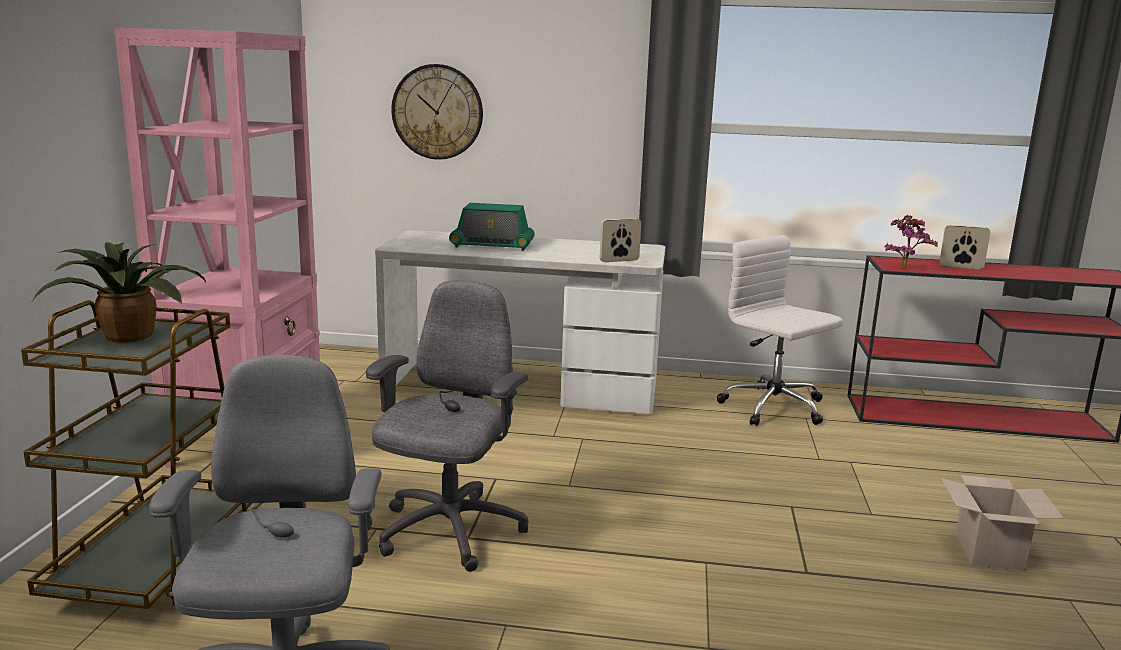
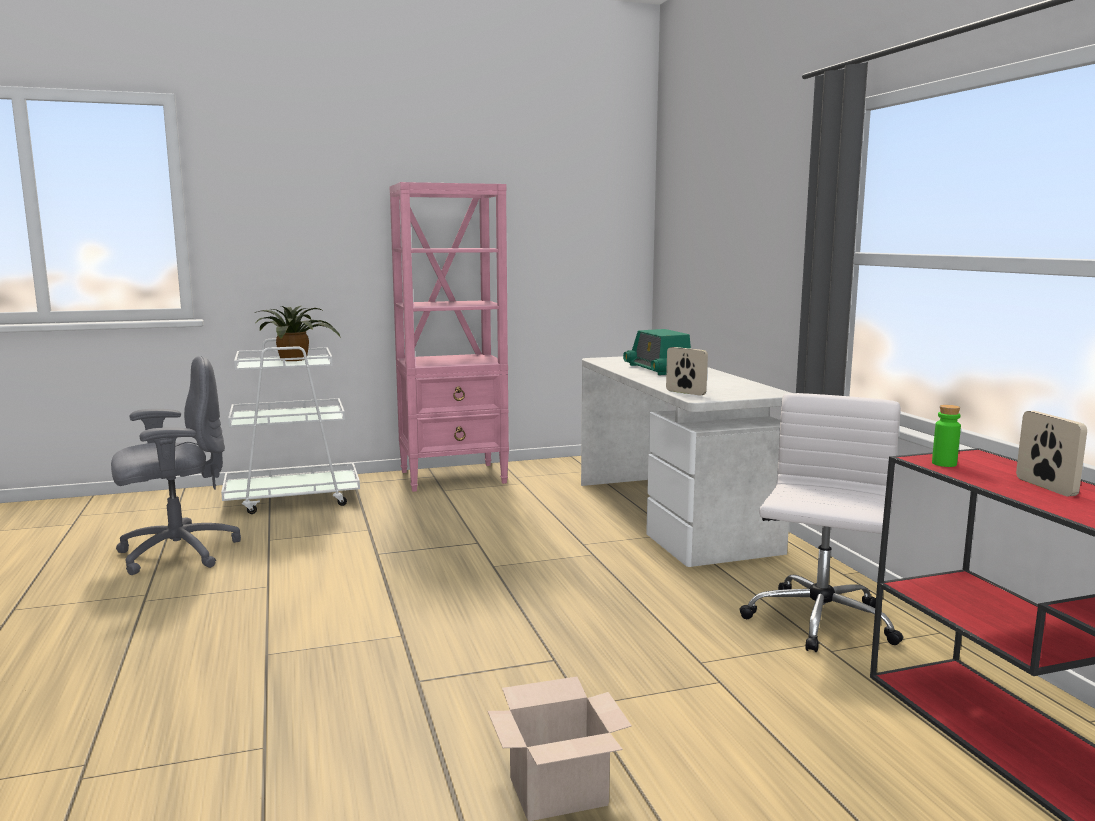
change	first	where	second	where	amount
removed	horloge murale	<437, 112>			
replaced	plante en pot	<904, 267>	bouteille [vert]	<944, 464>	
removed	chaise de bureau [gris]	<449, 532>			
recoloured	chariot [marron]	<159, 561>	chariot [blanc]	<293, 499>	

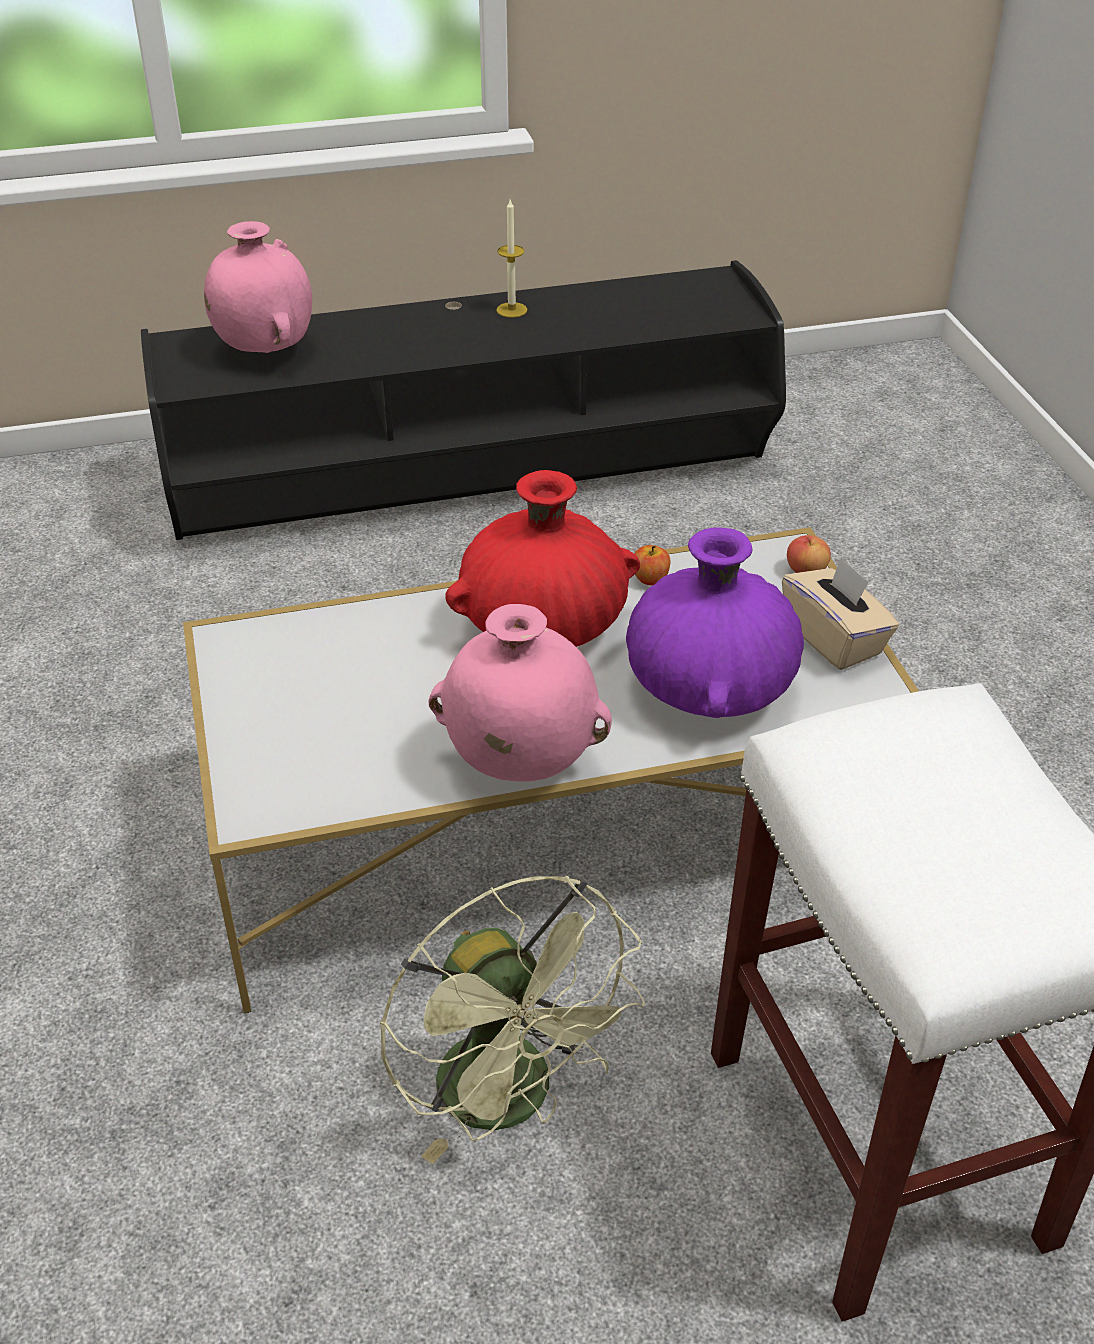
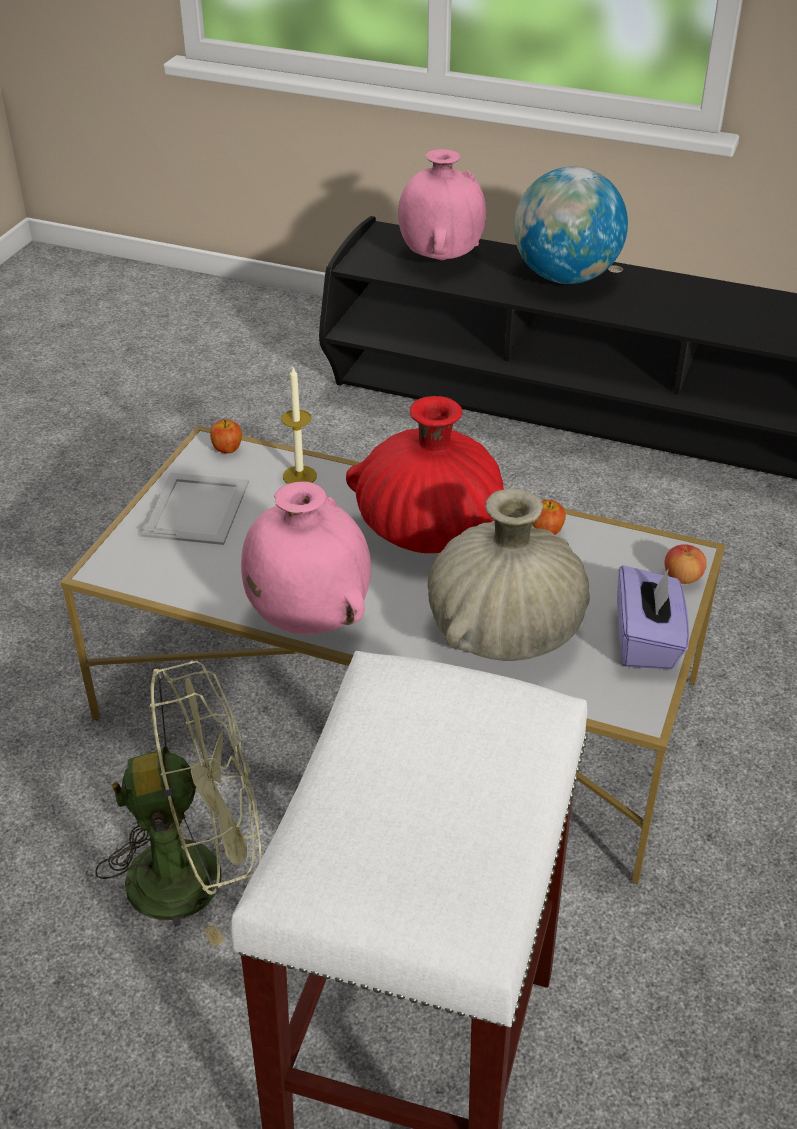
change	first	where	second	where	amount
moved	bougie	<511, 310>		<299, 476>	
recoloured	vase [violet]	<709, 688>	vase [beige]	<504, 631>	
recoloured	boîte à mouchoirs [beige]	<834, 639>	boîte à mouchoirs [violet]	<647, 641>	
turned	ventilateur [vert]	<512, 1100>		<197, 873>	105 degrees counterclockwise
added			globe	<565, 277>	
added			pomme	<227, 448>	
added			cadre photo	<197, 507>	

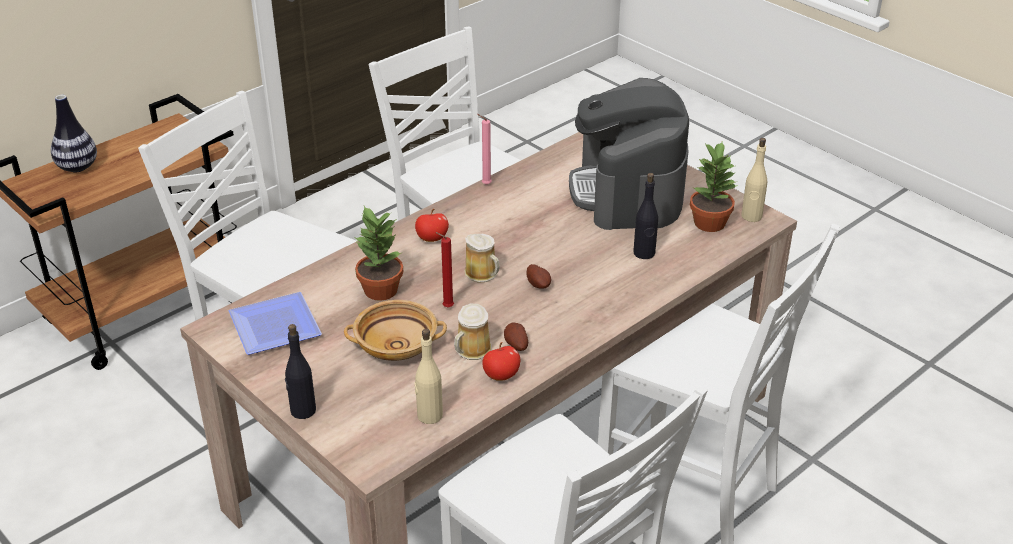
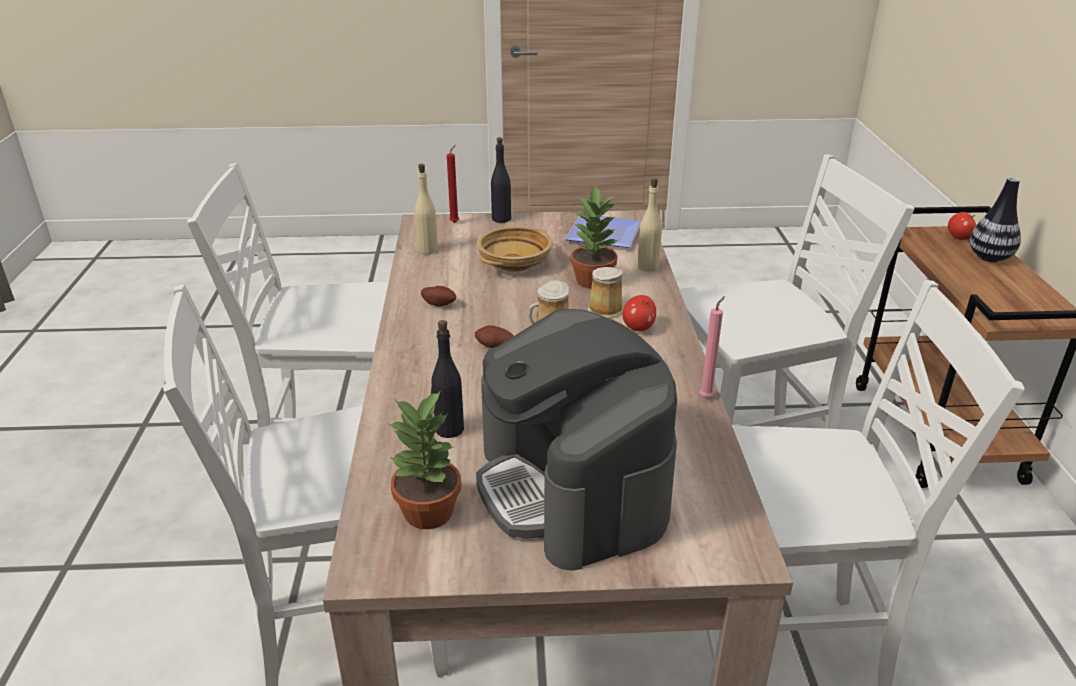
change	first	where	second	where	amount
turned	machine à café	<627, 192>		<572, 488>	150 degrees counterclockwise
moved	bouteille [beige]	<751, 216>		<647, 266>	
moved	bougie [rouge]	<446, 307>		<455, 222>	
moved	mug	<471, 350>		<605, 309>	
moved	pomme	<501, 376>		<959, 238>	

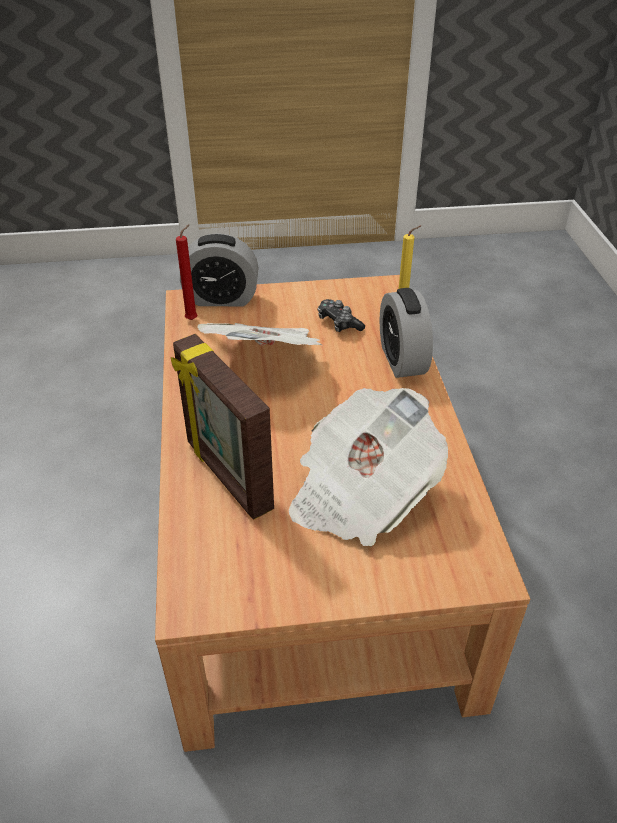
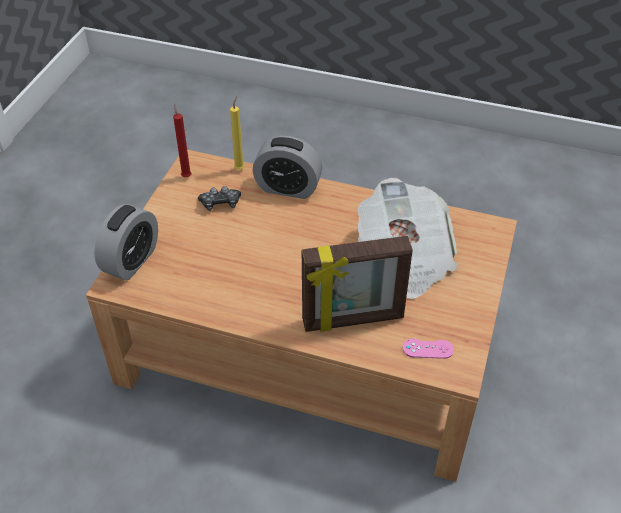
change	first	where	second	where	amount
moved	bougie [rouge]	<193, 319>		<186, 176>	
removed	journal	<266, 359>			
added			manette [rose]	<428, 349>	

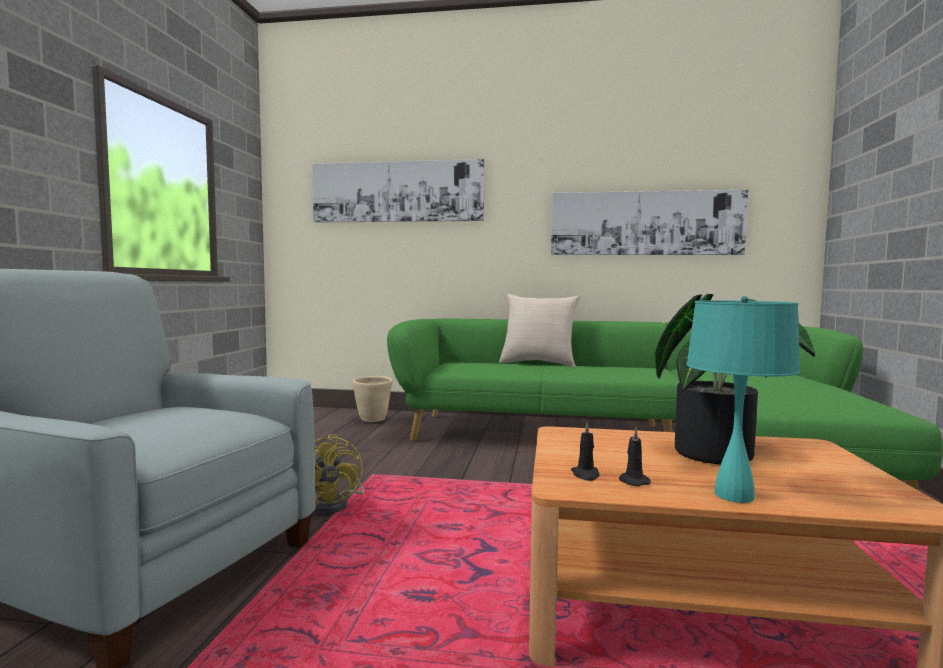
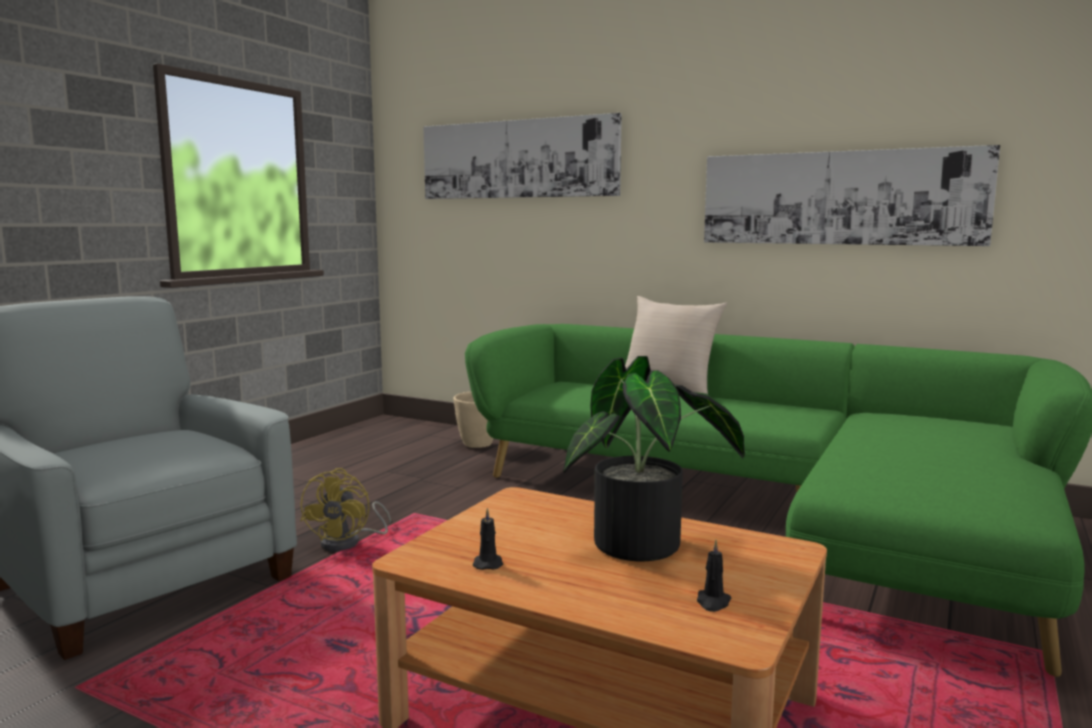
change	first	where	second	where	amount
removed	lampe de table [turquoise]	<733, 495>			
moved	bougie [noir]	<586, 475>		<713, 602>	

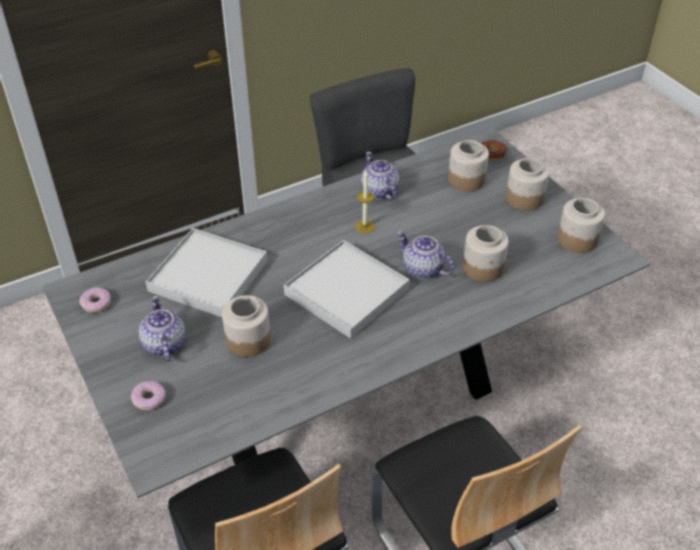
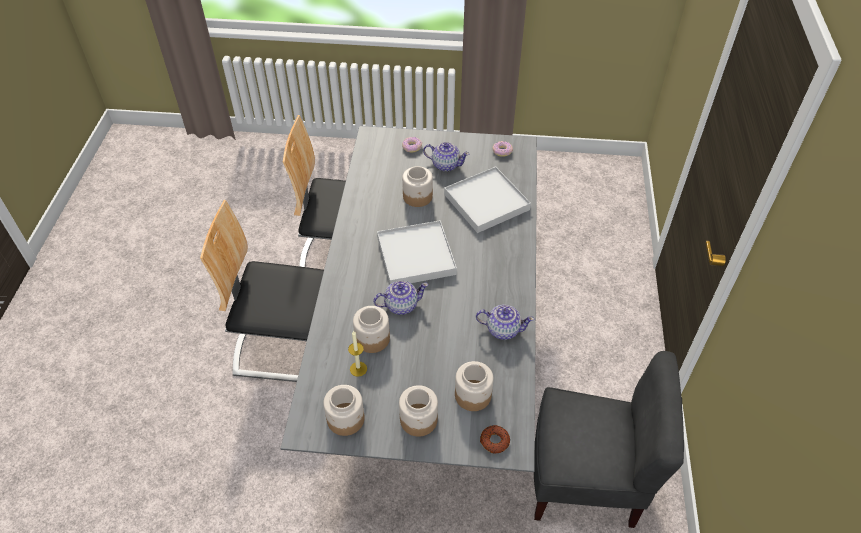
change	first	where	second	where	amount
moved	bougie	<364, 227>		<358, 369>	

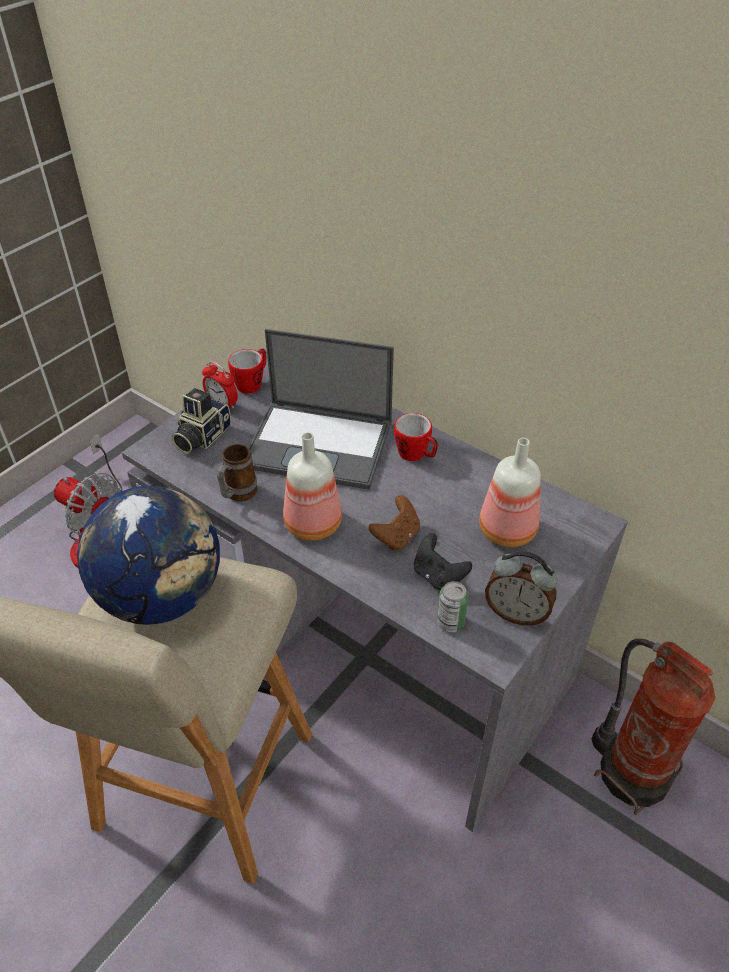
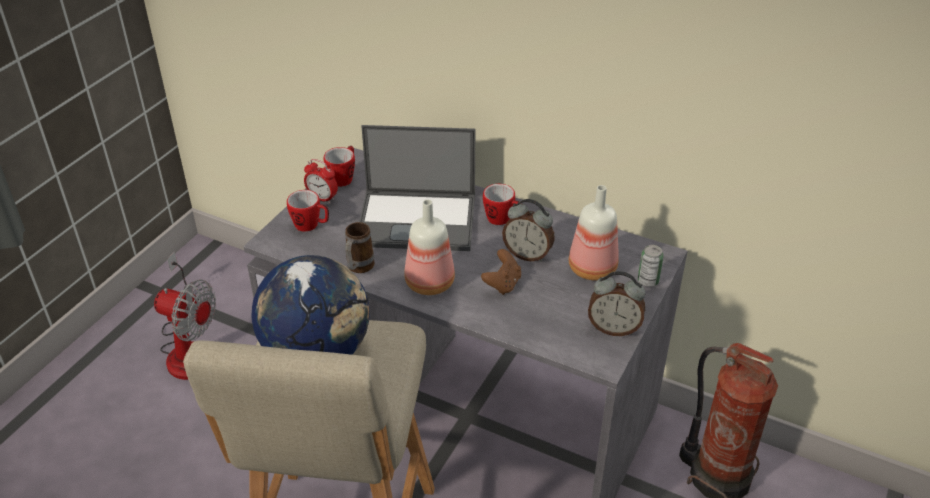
change	first	where	second	where	amount
replaced	appareil photo	<201, 436>	mug	<311, 225>	
removed	manette [noir]	<438, 576>			
moved	boîte métallique	<450, 622>		<648, 281>	
added			réveil	<527, 254>	

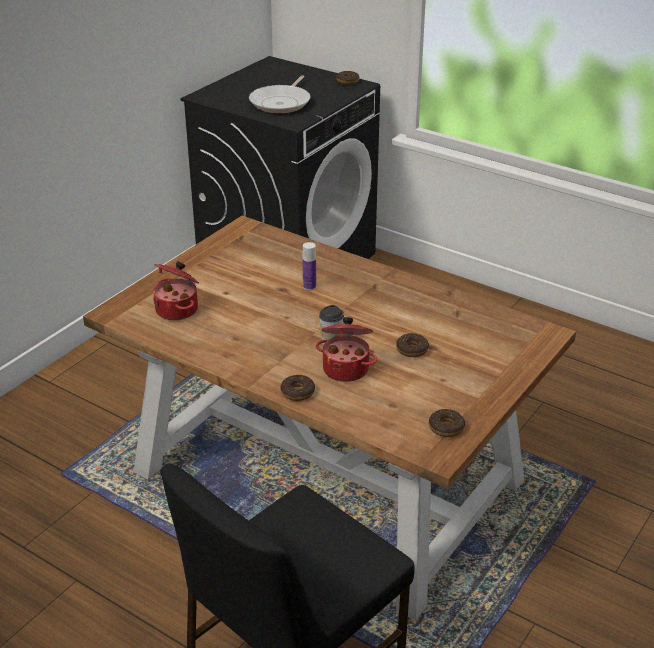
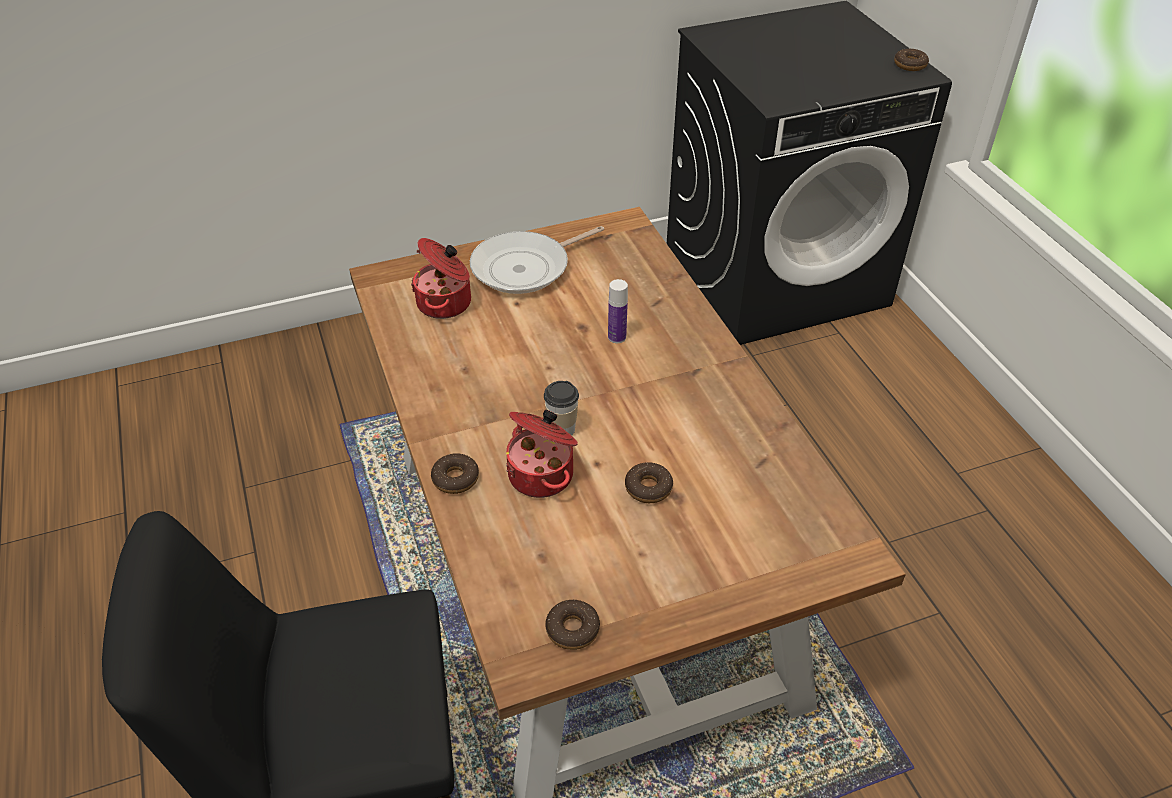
change	first	where	second	where	amount
moved	poêle	<282, 102>		<526, 268>	

